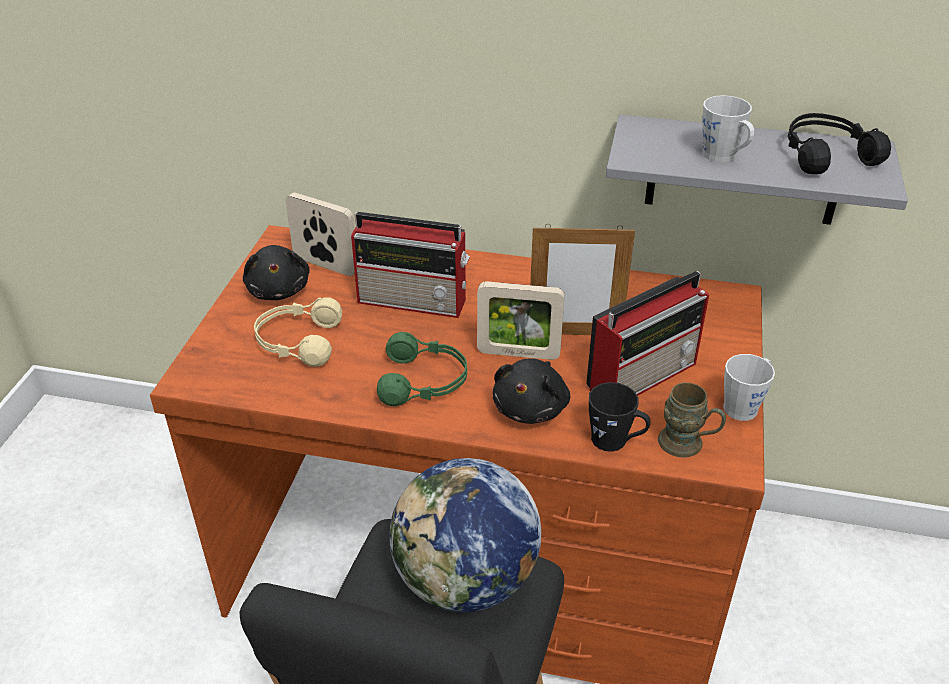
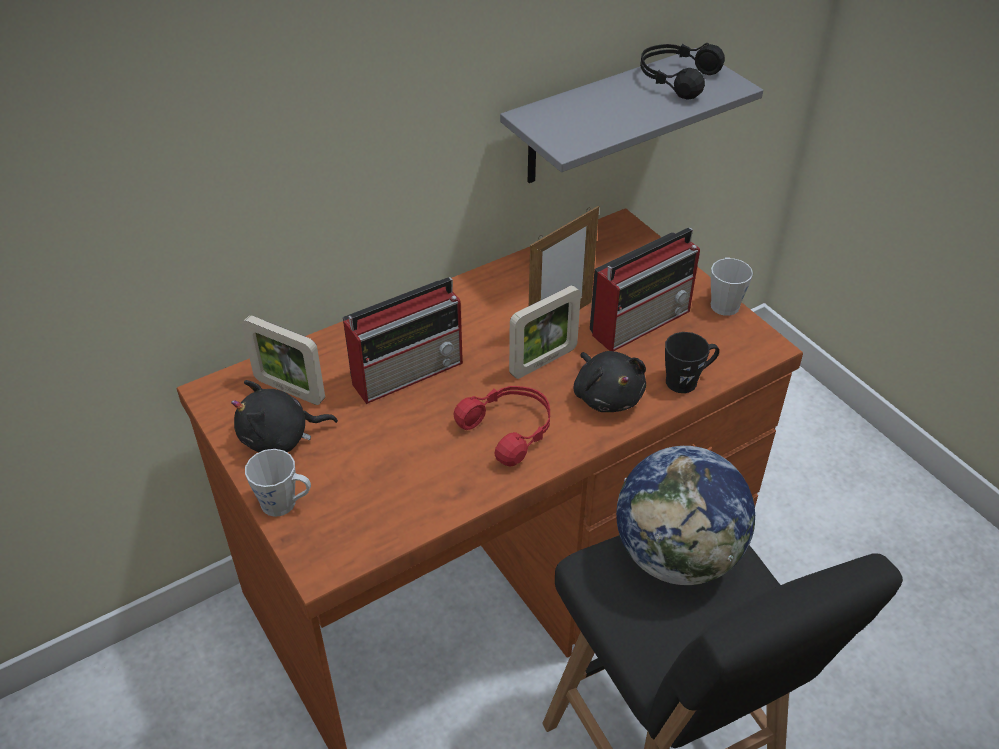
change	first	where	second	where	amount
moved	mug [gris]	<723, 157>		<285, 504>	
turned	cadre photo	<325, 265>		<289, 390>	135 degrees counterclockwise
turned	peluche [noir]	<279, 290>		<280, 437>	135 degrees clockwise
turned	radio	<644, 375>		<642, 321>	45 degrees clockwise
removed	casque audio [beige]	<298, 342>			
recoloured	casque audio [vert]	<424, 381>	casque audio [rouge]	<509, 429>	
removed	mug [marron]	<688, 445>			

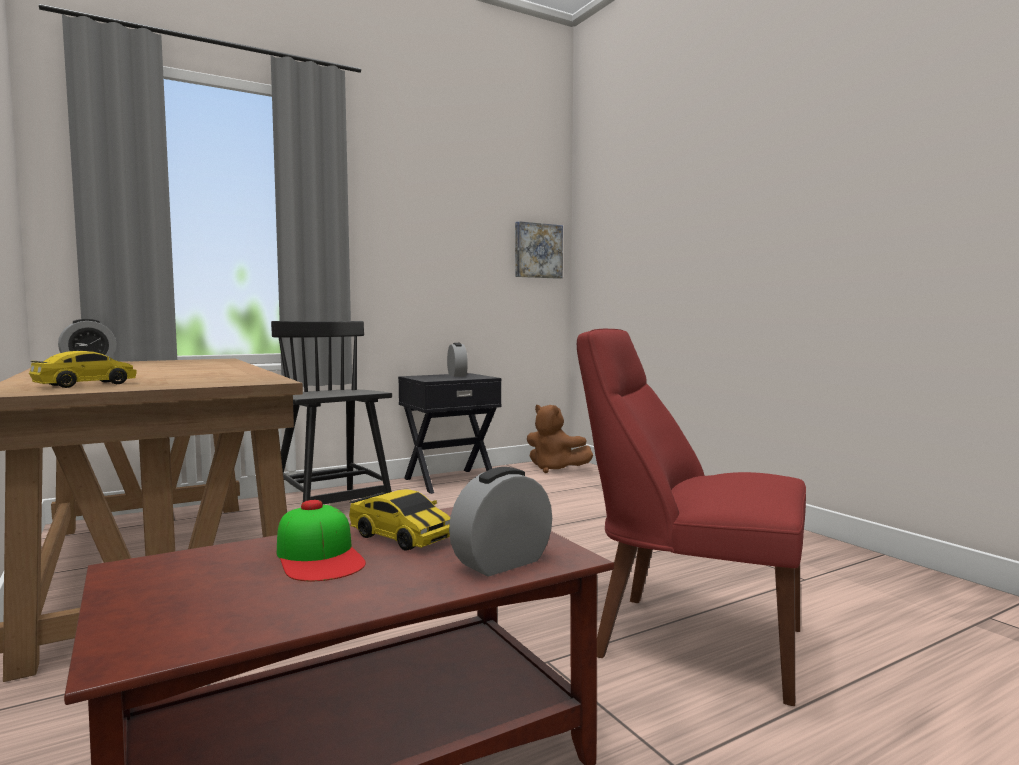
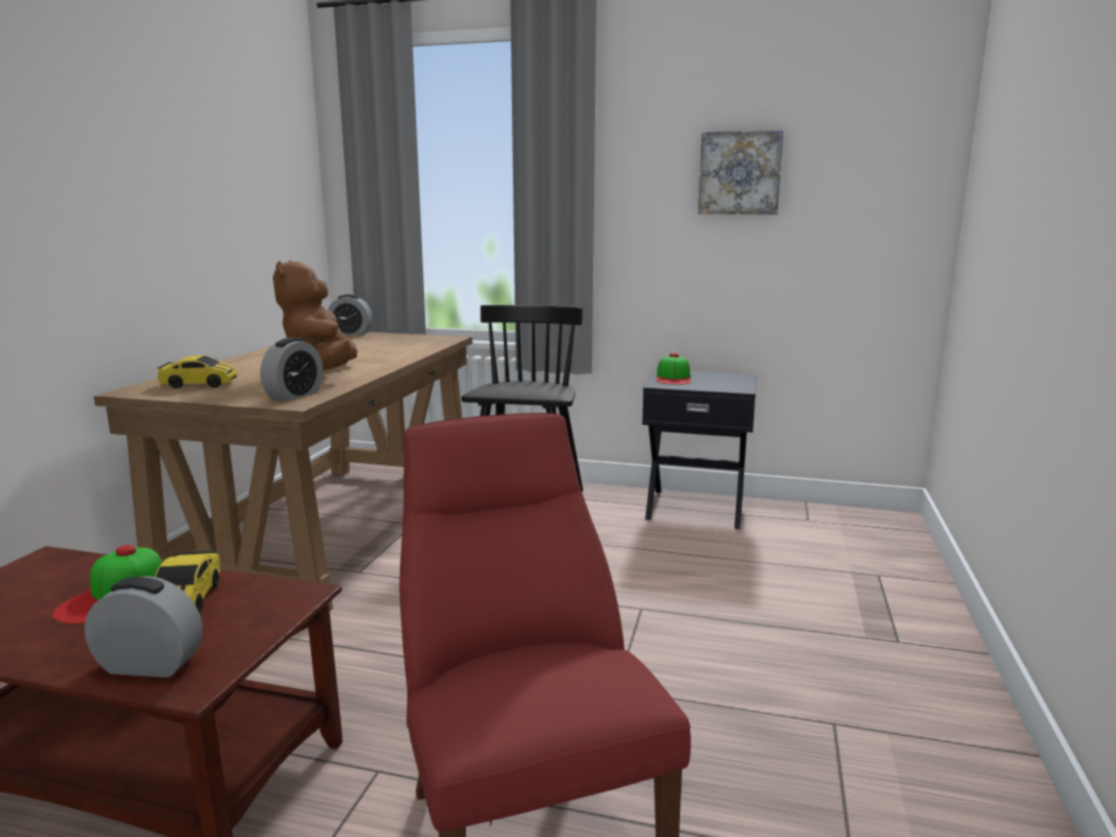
change	first	where	second	where	amount
moved	tableau	<537, 251>		<740, 173>	
moved	réveil	<457, 375>		<294, 395>	
moved	peluche [marron]	<555, 469>		<323, 372>	
added			casquette	<673, 378>	

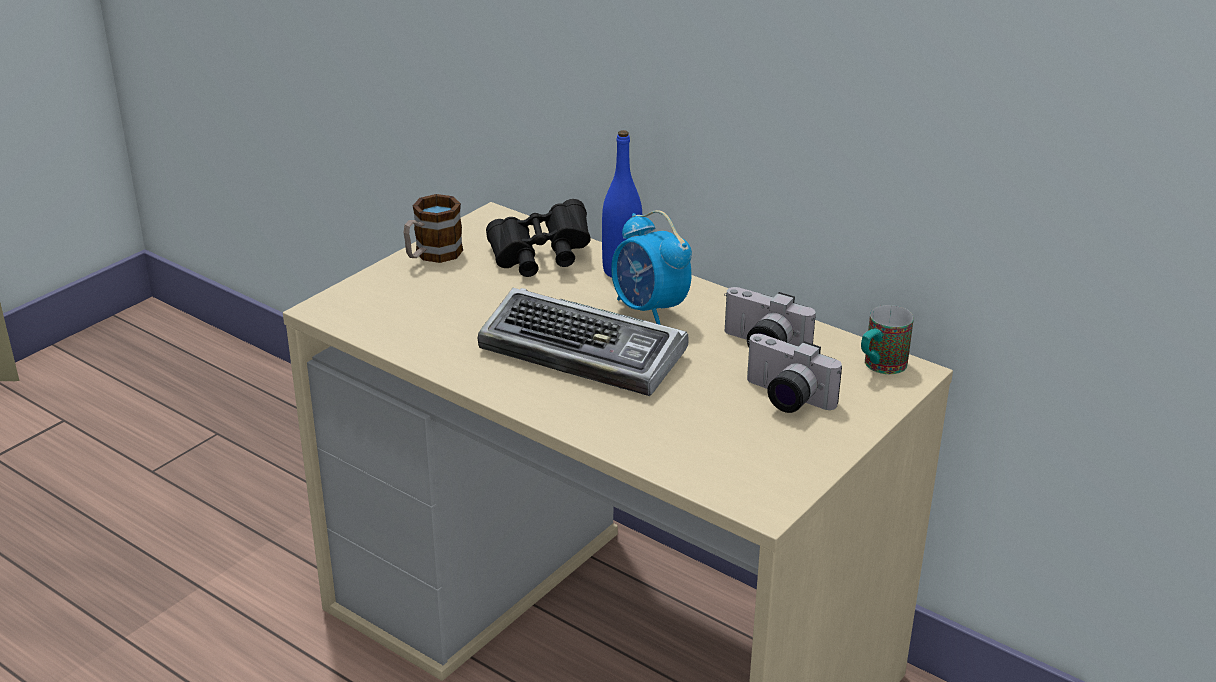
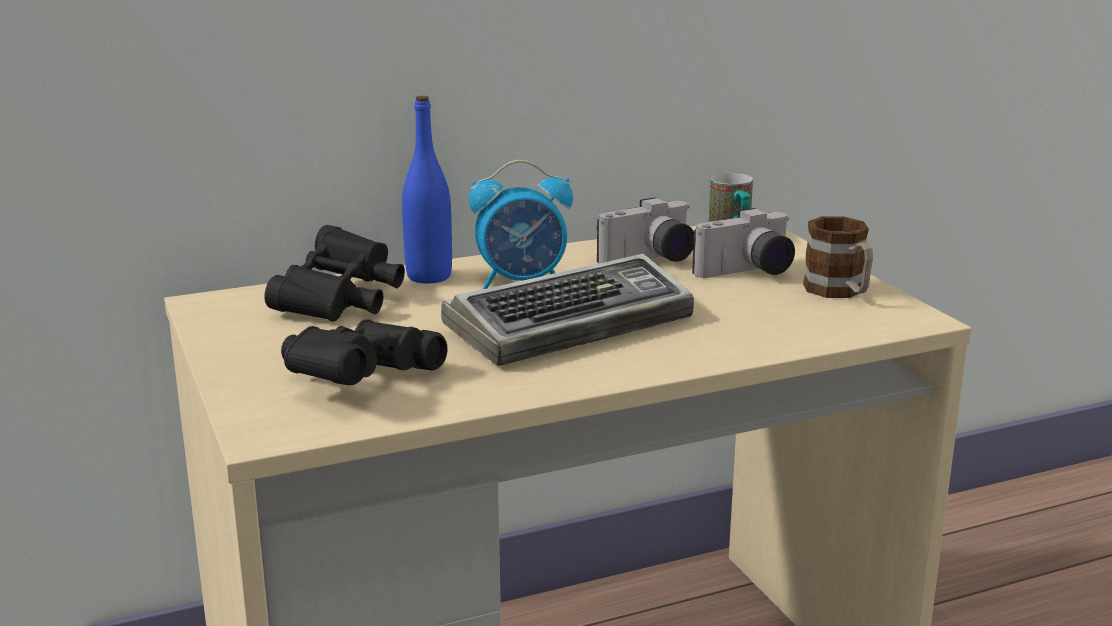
change	first	where	second	where	amount
moved	mug	<432, 255>		<840, 292>	
added			jumelles [noir]	<358, 381>	

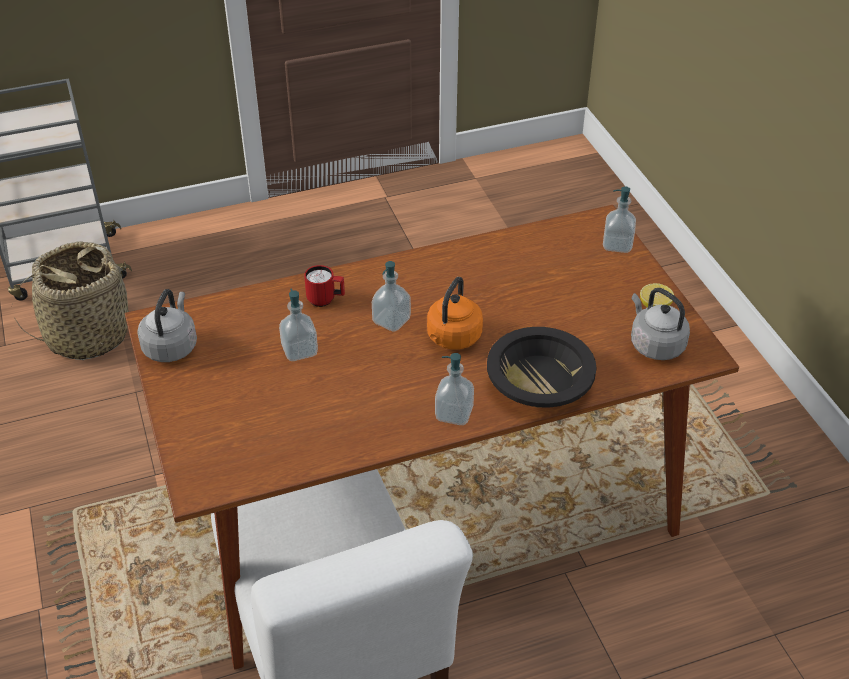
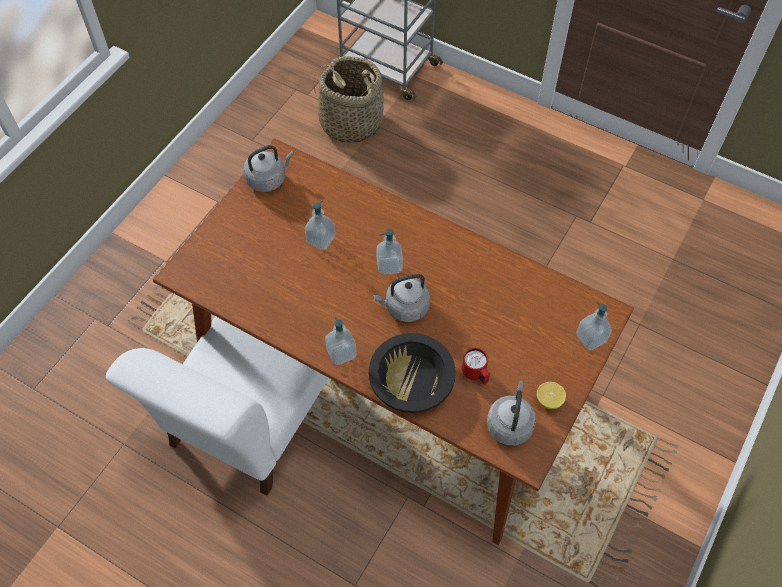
change	first	where	second	where	amount
moved	mug [rouge]	<325, 300>		<475, 374>	
recoloured	bouilloire [orange]	<452, 339>	bouilloire [gris]	<404, 307>	

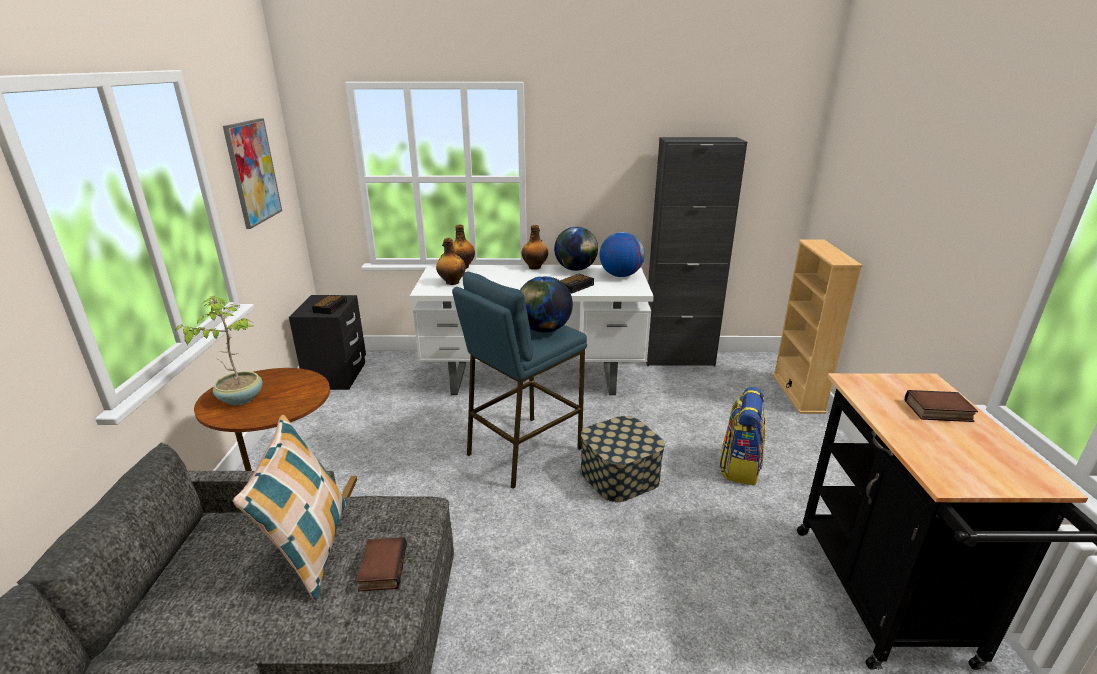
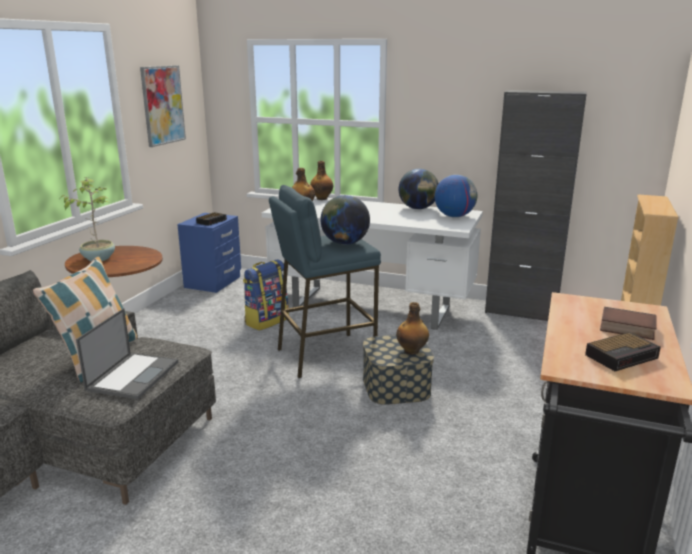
change	first	where	second	where	amount
moved	bouteille	<535, 267>		<412, 351>	
moved	réveil	<576, 286>		<622, 356>	
recoloured	table de chevet [noir]	<336, 375>	table de chevet [bleu]	<213, 282>	
moved	sac à dos	<739, 466>		<266, 321>	
replaced	livre	<381, 567>	ordinateur portable	<133, 375>	

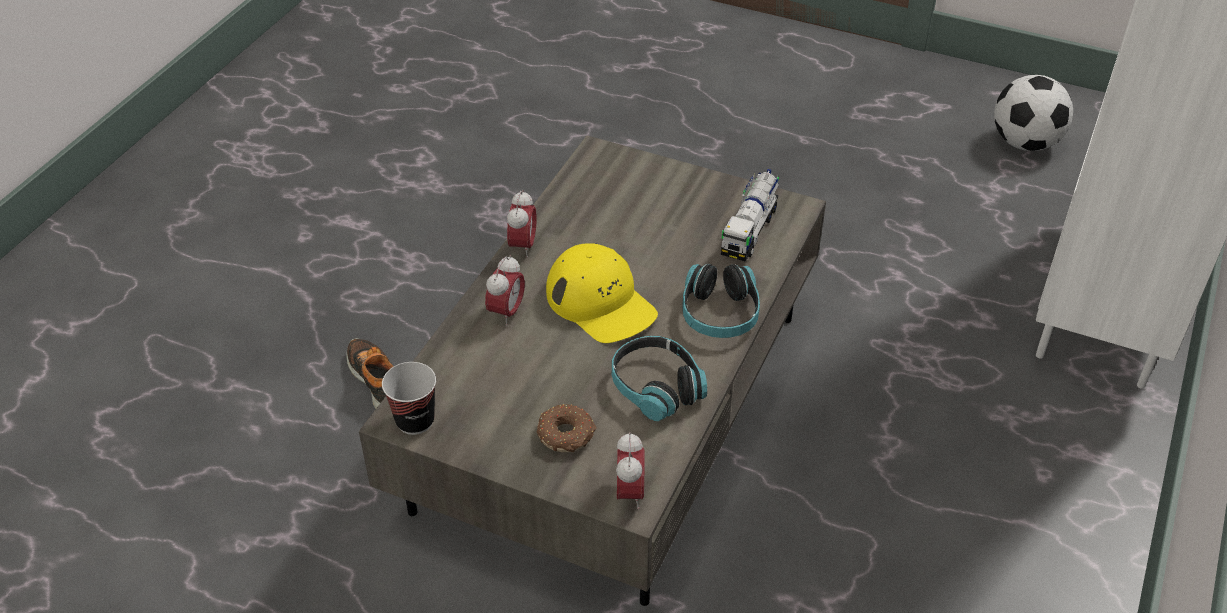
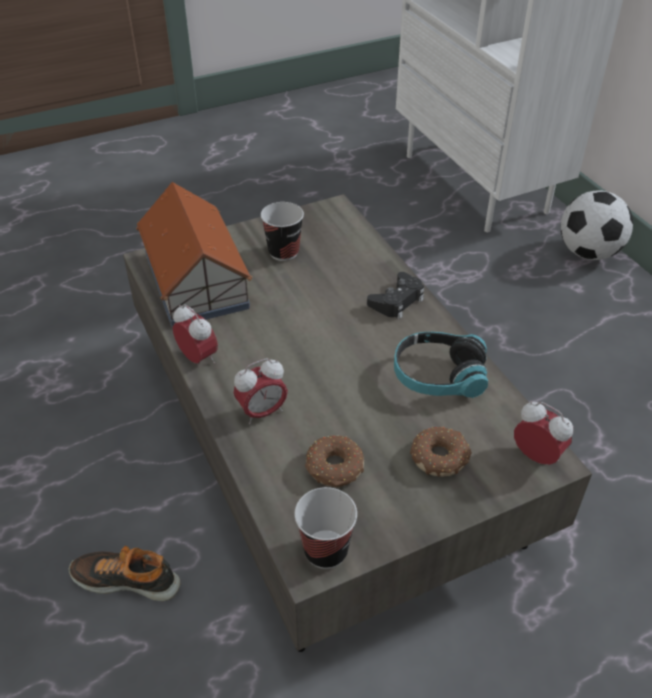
change	first	where	second	where	amount
moved	ballon de foot	<1025, 143>		<588, 253>	
removed	camion jouet	<750, 230>			
removed	casquette [jaune]	<601, 302>			
turned	réveil	<506, 312>		<262, 412>	90 degrees clockwise
replaced	casque audio	<719, 314>	manette [noir]	<397, 301>	
added			maison miniature	<196, 279>	
added			tasse	<283, 252>	
added			beignet	<334, 468>	

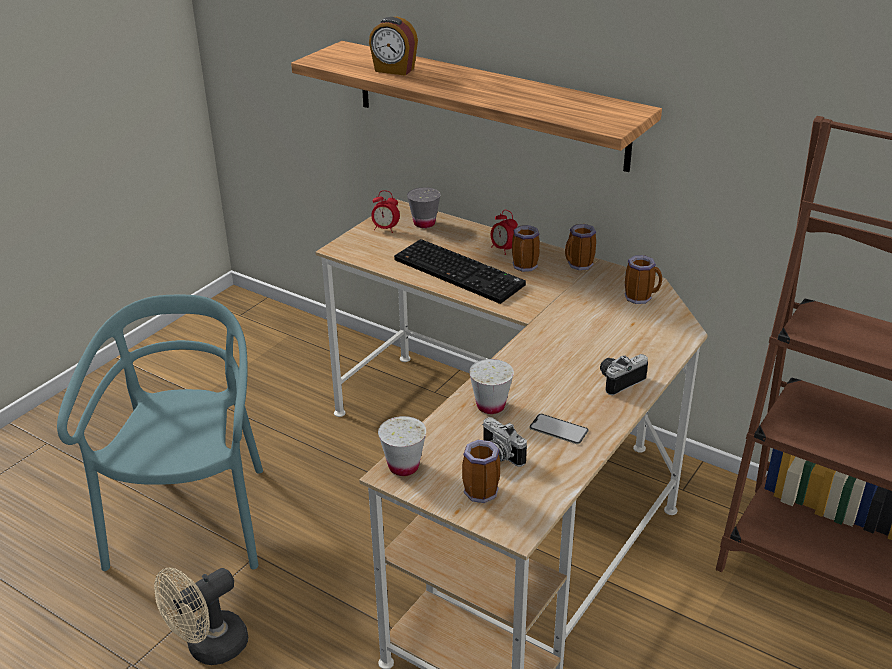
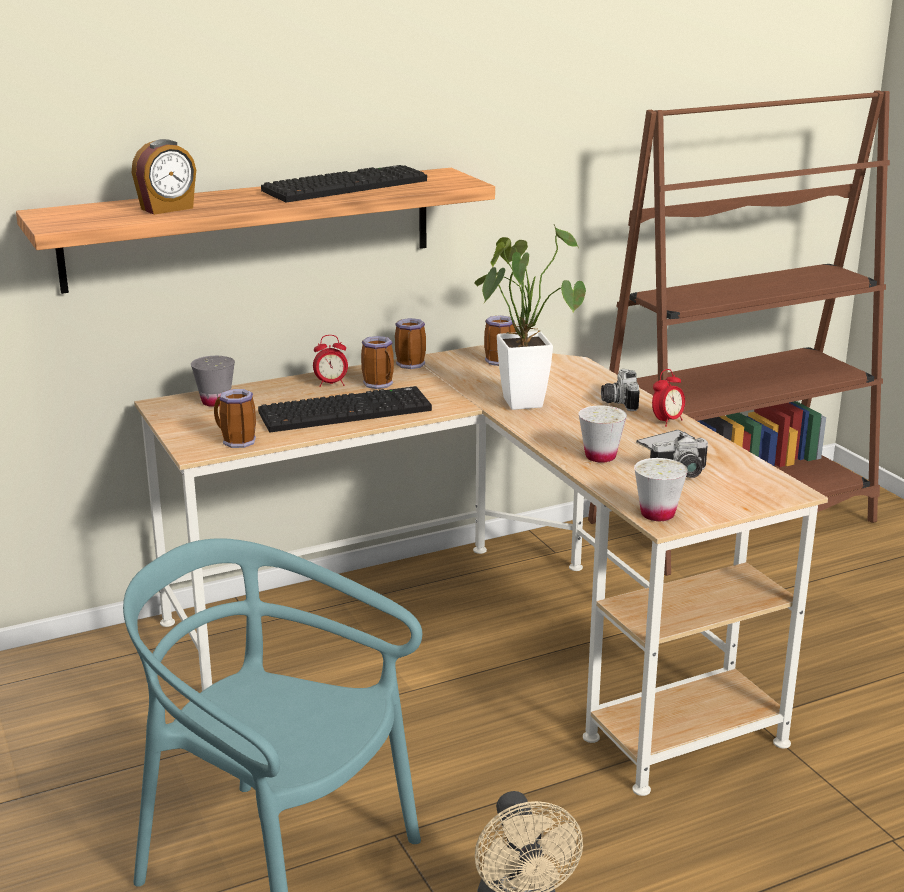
change	first	where	second	where	amount
moved	réveil	<385, 229>		<667, 421>	
moved	mug	<478, 489>		<235, 442>	
added			clavier	<345, 186>	
added			plante en pot	<521, 399>	

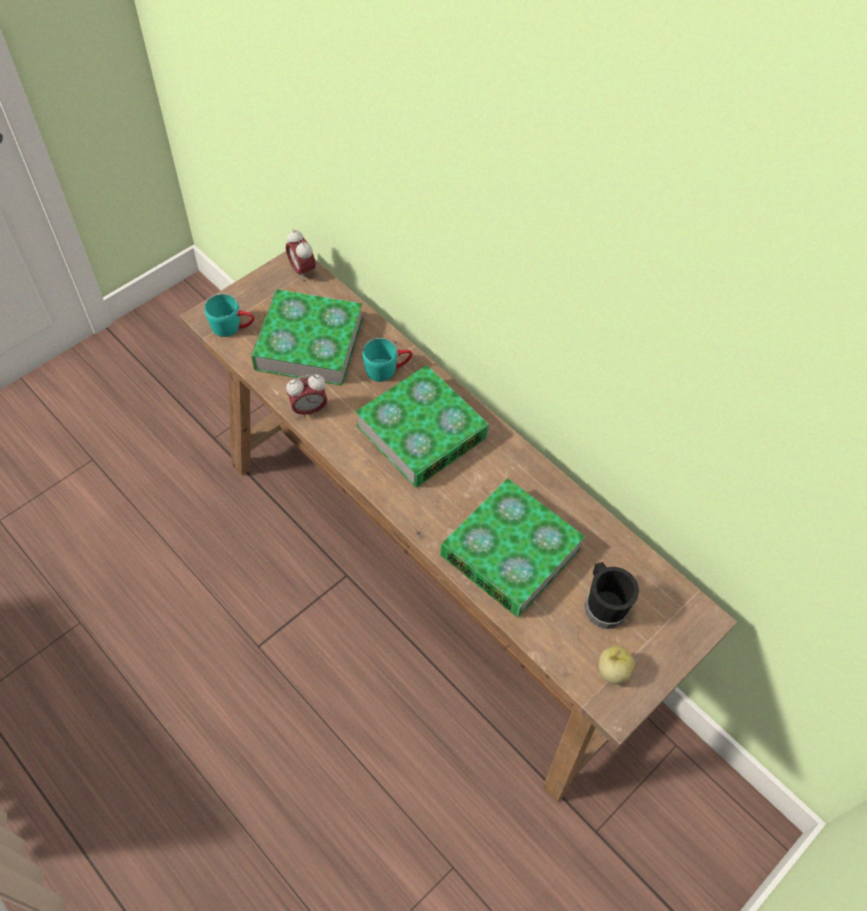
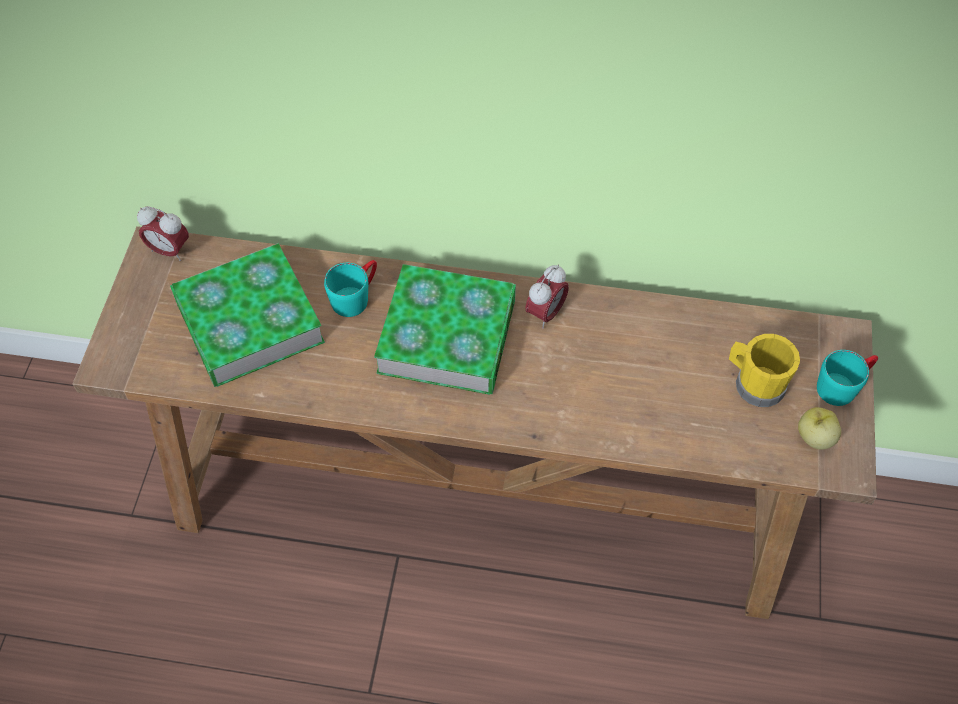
change	first	where	second	where	amount
moved	mug [turquoise]	<233, 326>		<843, 385>	
moved	réveil	<309, 409>		<545, 313>	
removed	livre	<510, 552>			
recoloured	mug [noir]	<603, 604>	mug [jaune]	<754, 383>	

